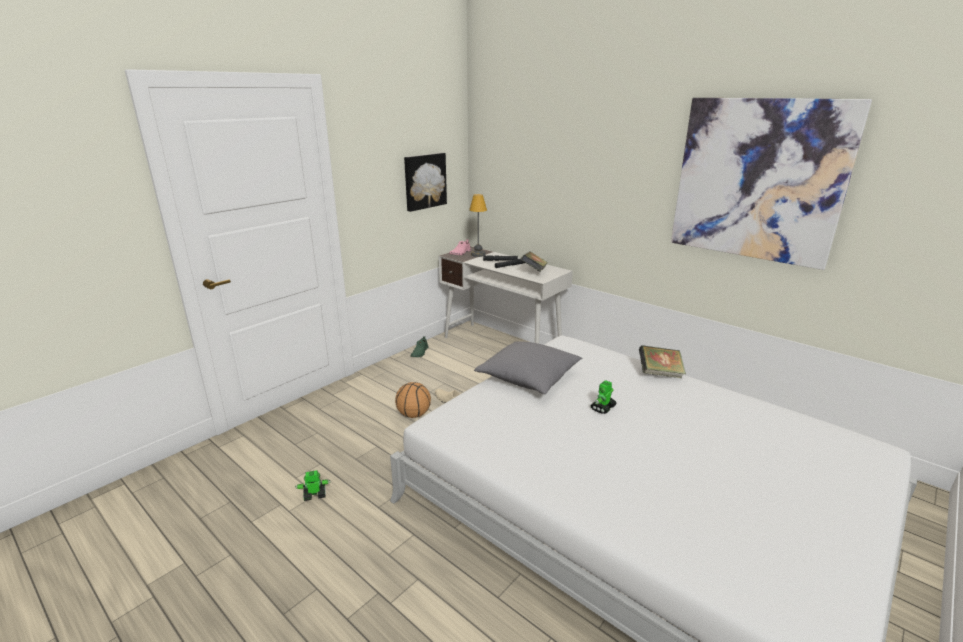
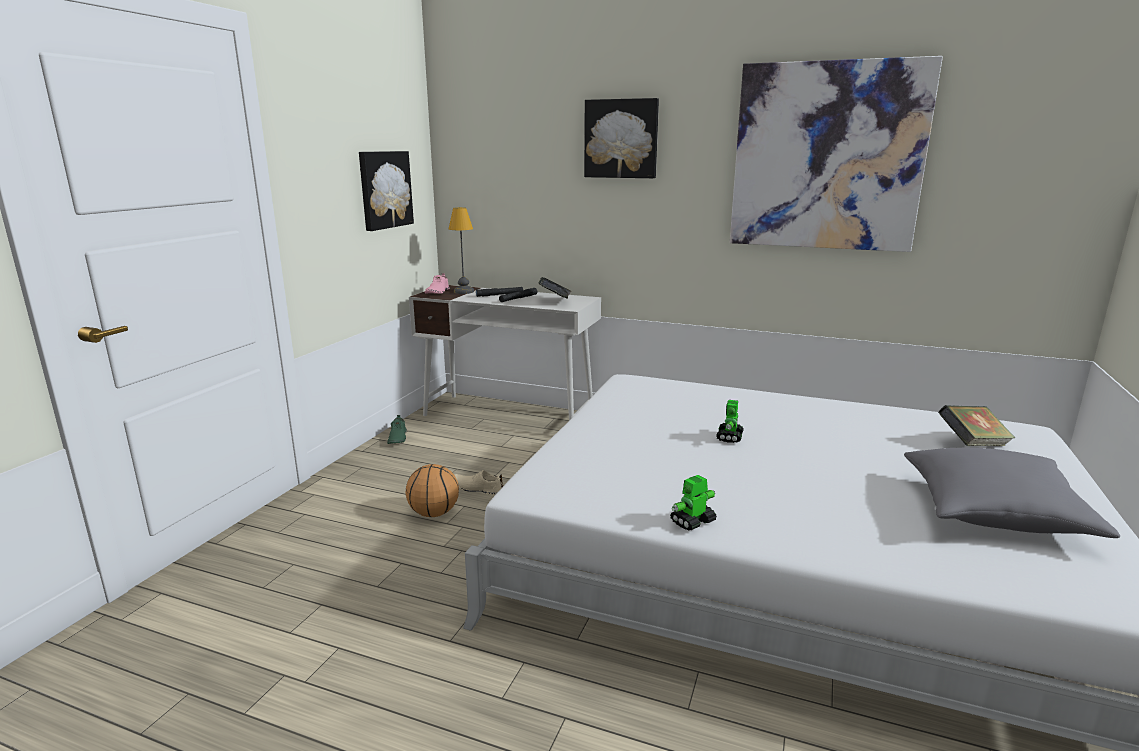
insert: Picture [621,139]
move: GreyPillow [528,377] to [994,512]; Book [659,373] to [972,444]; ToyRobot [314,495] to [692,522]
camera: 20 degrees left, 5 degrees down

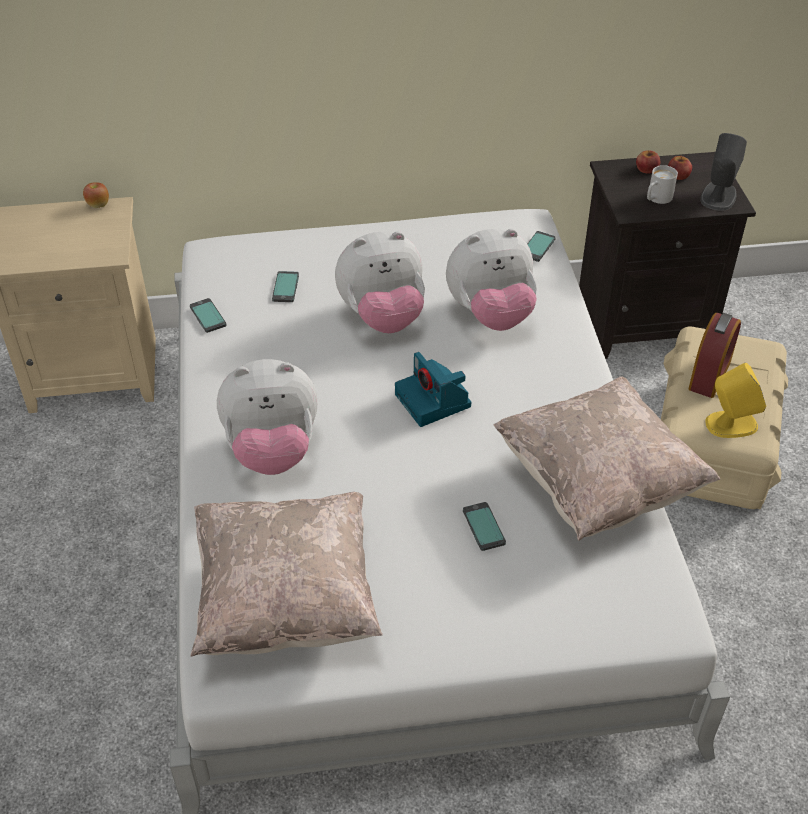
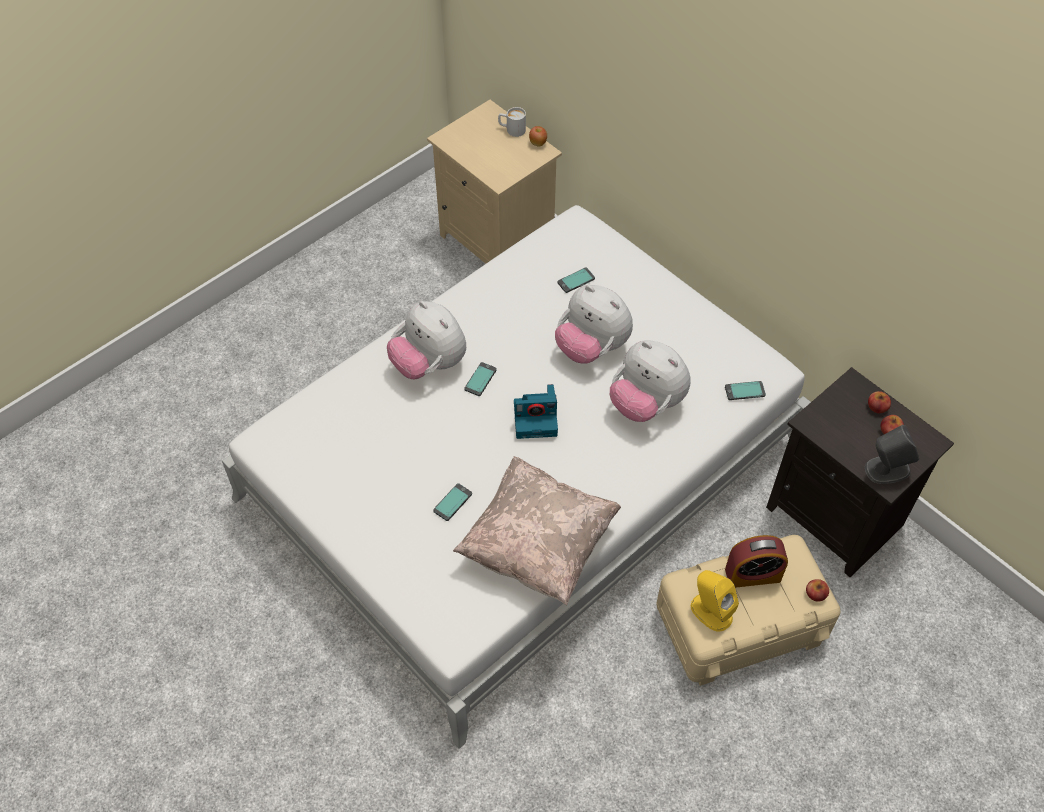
delete: BeigePillow [286,600]
insert: Apple [815,593]
move: WhiteMug [656,199] to [511,129]; Phone [207,316] to [480,379]
rotate: PhotoCamera [434,401] = [536,418] 120 degrees counterclockwise
camera: 55 degrees right, 10 degrees up

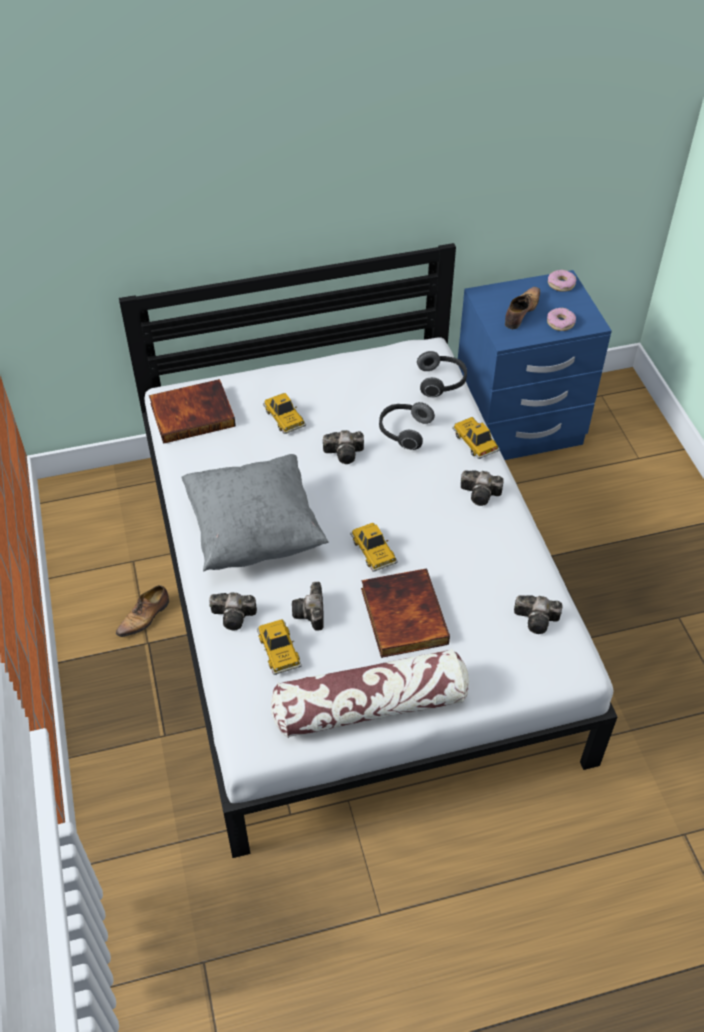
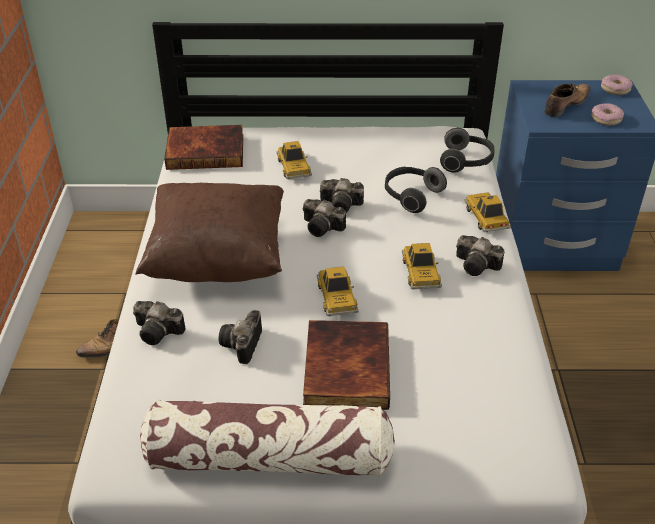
move: PhotoCamera [538,620] to [323,228]; ToyCar [279,650] to [421,273]
recolor: GreyPillow [255,532] to BrownPillow [218,259]
camera: 15 degrees right, 10 degrees down

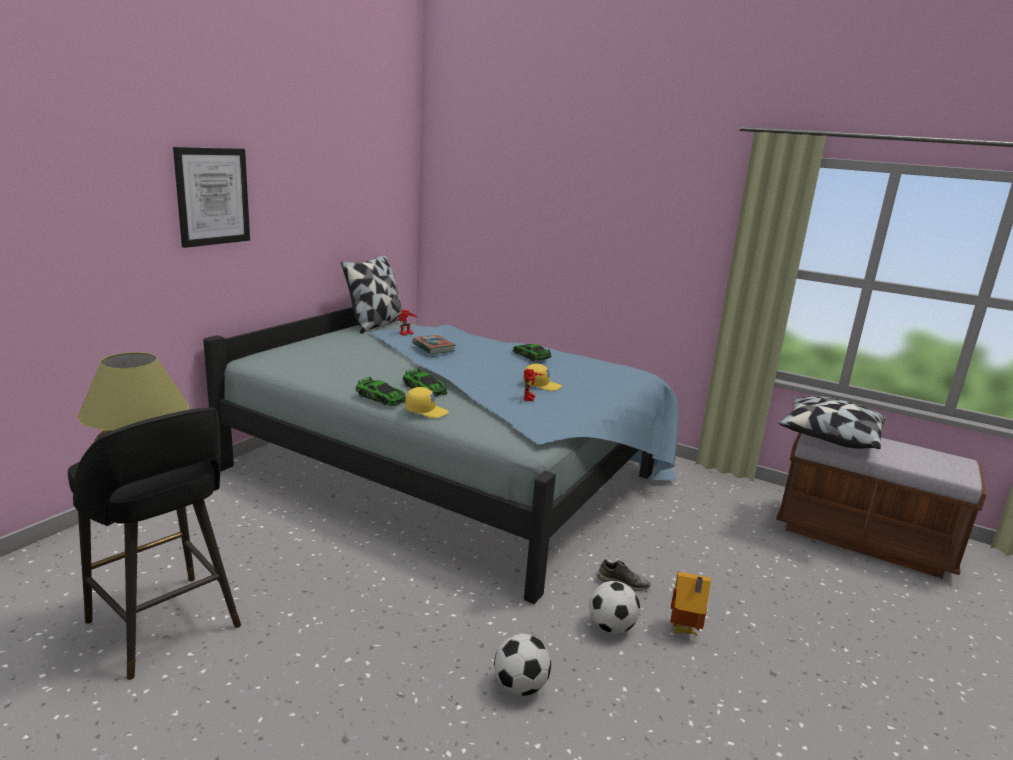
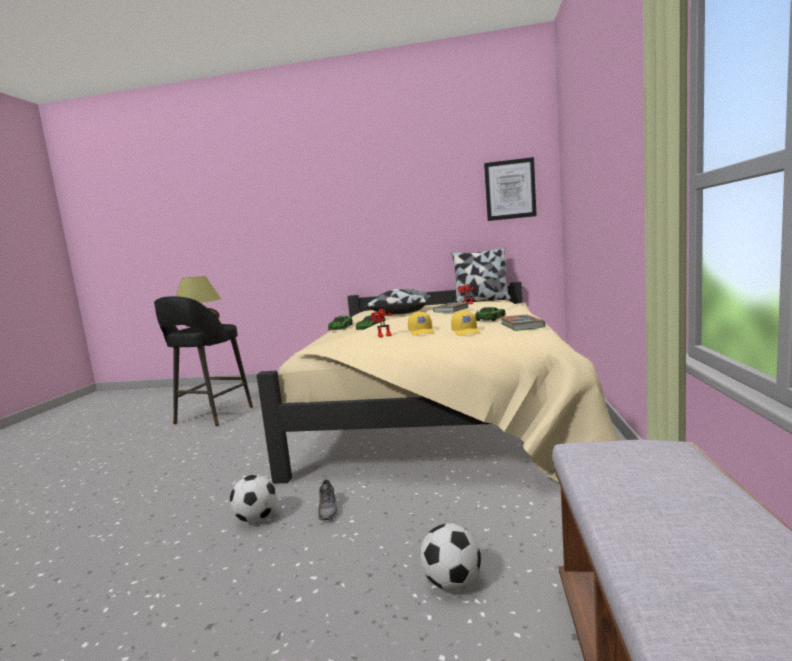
delete: ToyHouse [684,631]
insert: Book [522,326]
move: Picture [212,196] to [510,189]; YellowCap [426,411] to [466,332]; Pillow [829,437] to [400,312]; Football [520,686] to [452,583]
recolor: BlueBed [457,469] to BeigeBed [441,413]
camera: 70 degrees right, 10 degrees down

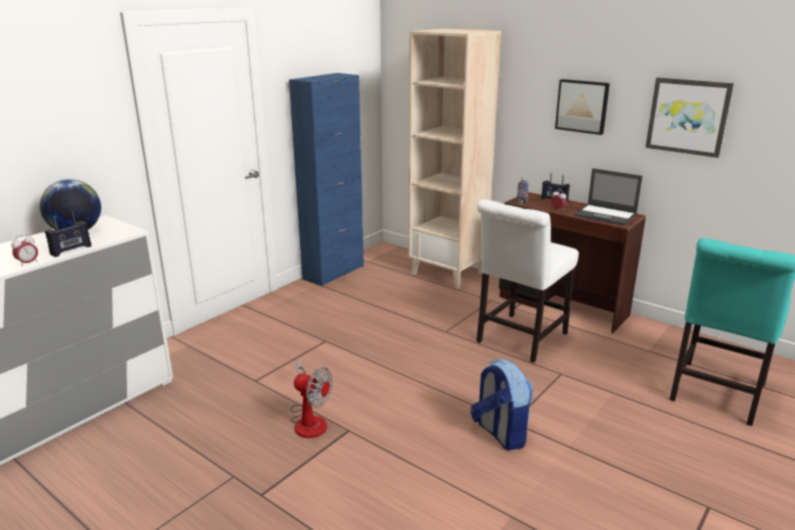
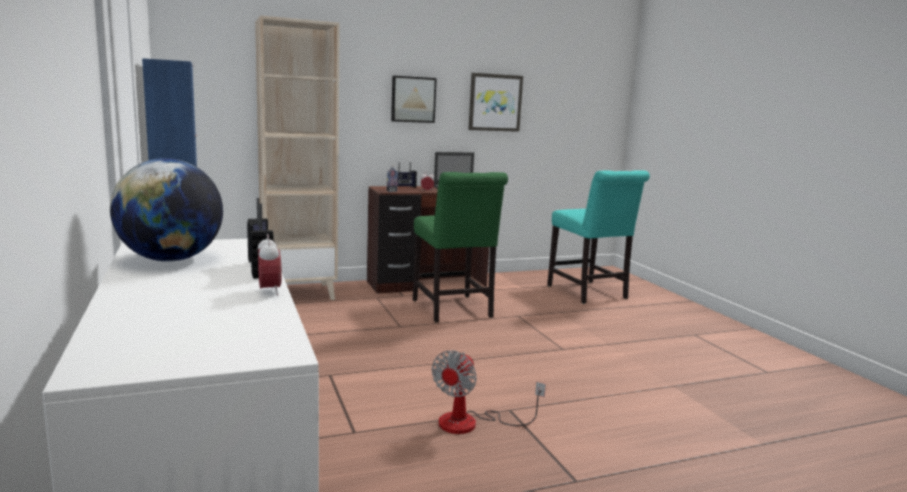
delete: Backpack [500,433]
recolor: WhiteChair [519,339] to GreenChair [453,310]
rotate: Fan [309,420] = [471,423] 150 degrees clockwise
camera: 60 degrees left, 10 degrees down

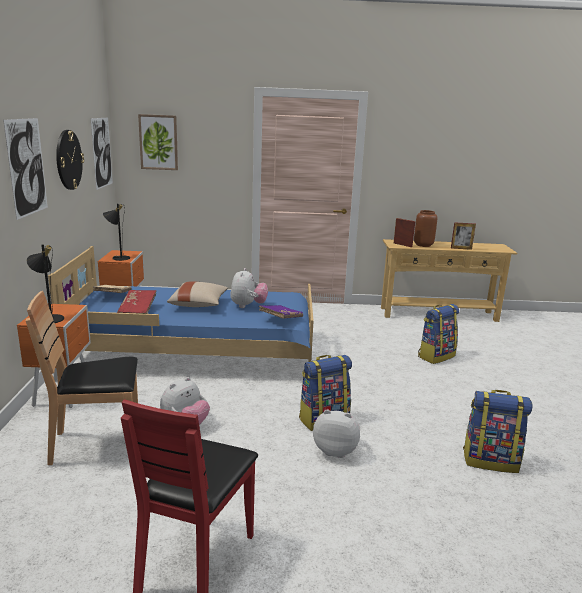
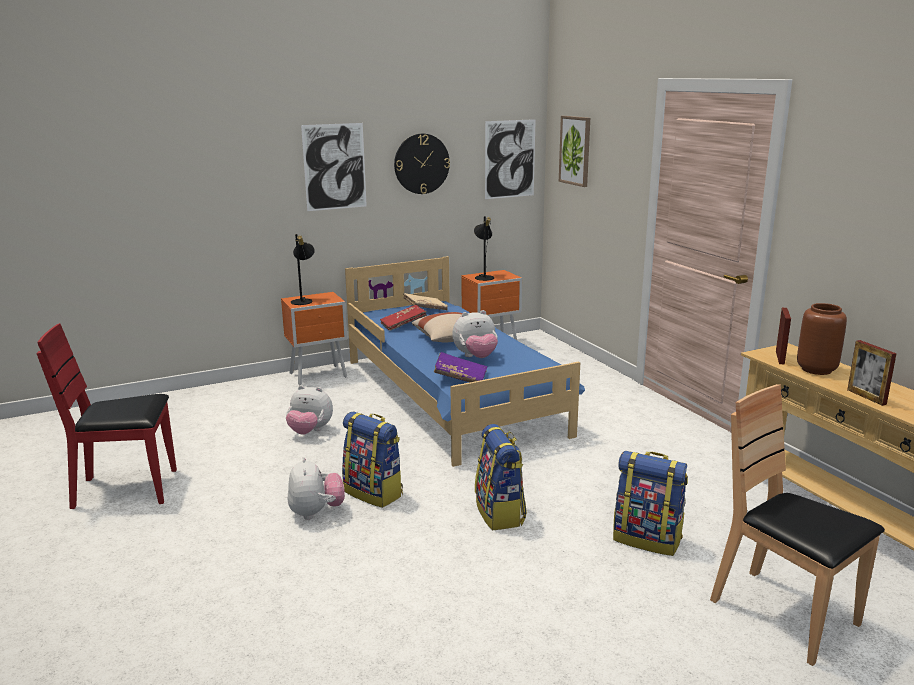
move: BrownChair [97,444] to [784,615]; Backpack [490,460] to [500,513]
camera: 65 degrees right, 0 degrees up

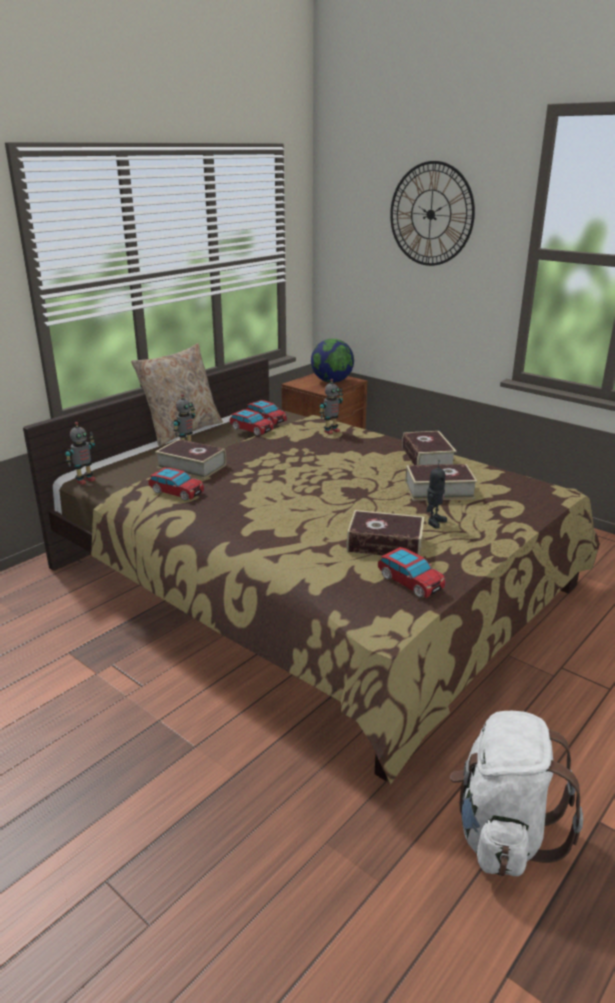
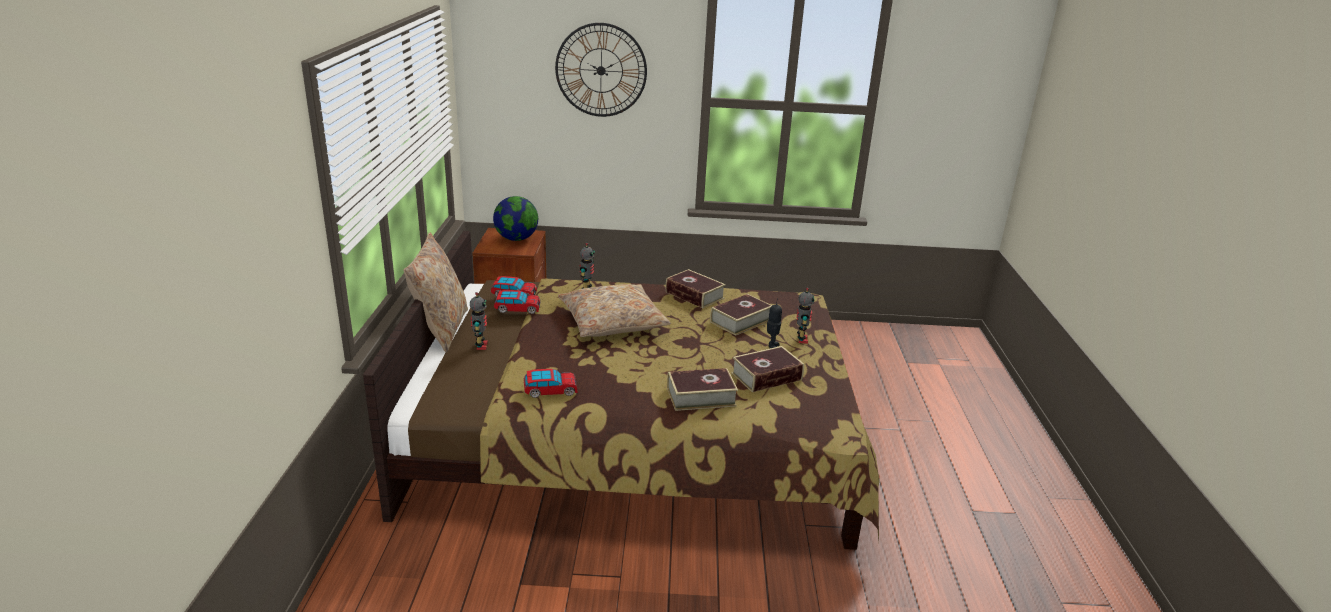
delete: ToyCar [410,582]; WhiteBackpack [502,833]
insert: BeigePillow [612,322]
move: ToyRobot [85,480] to [801,339]; Book [191,466] to [701,396]
camera: 40 degrees left, 0 degrees up

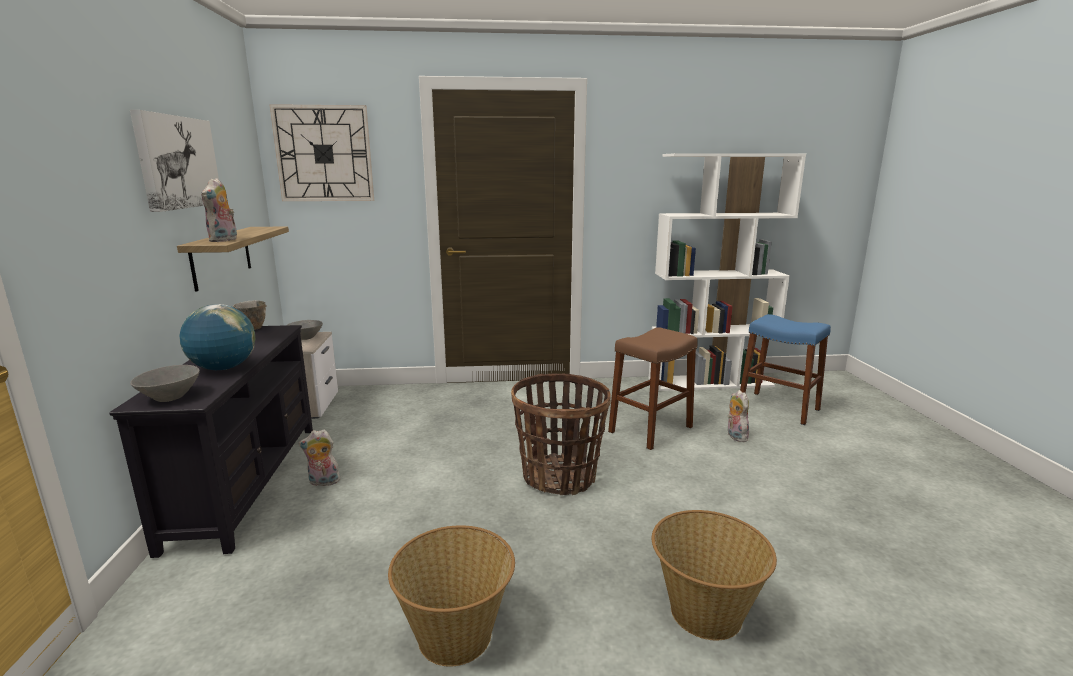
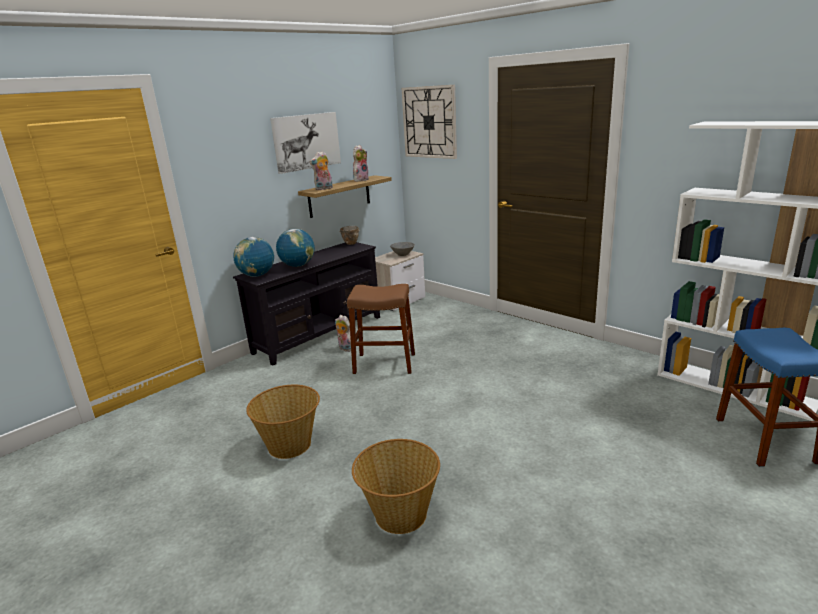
delete: Basket [559,477]
move: BrownStool [650,429] to [384,363]; PlushToy [735,436] to [361,180]
replace: GreyBowl [169,397] to Globe [257,275]
camera: 50 degrees right, 5 degrees up

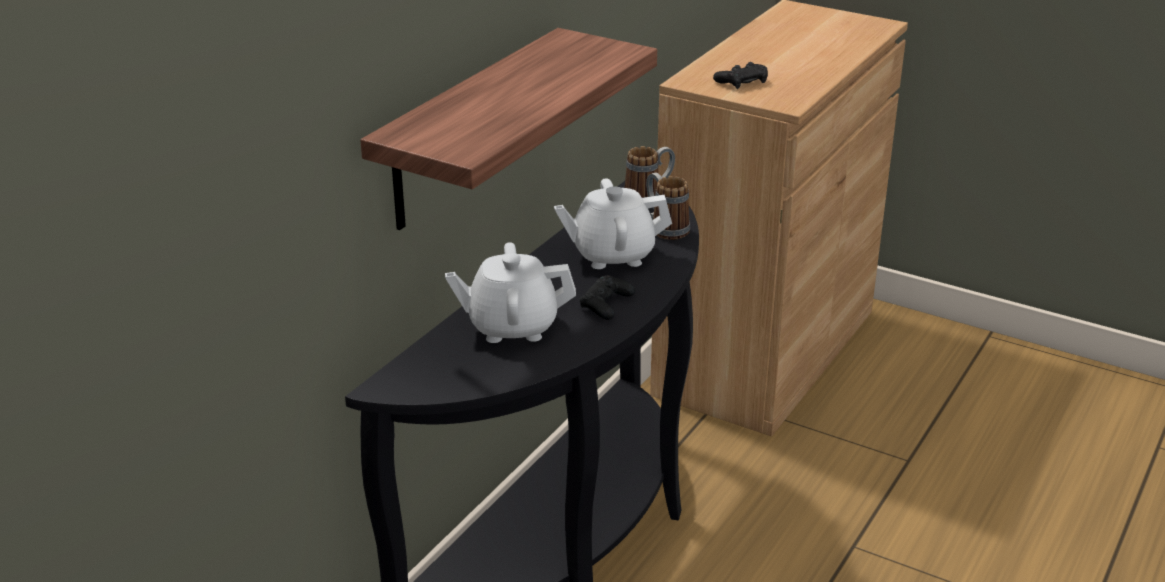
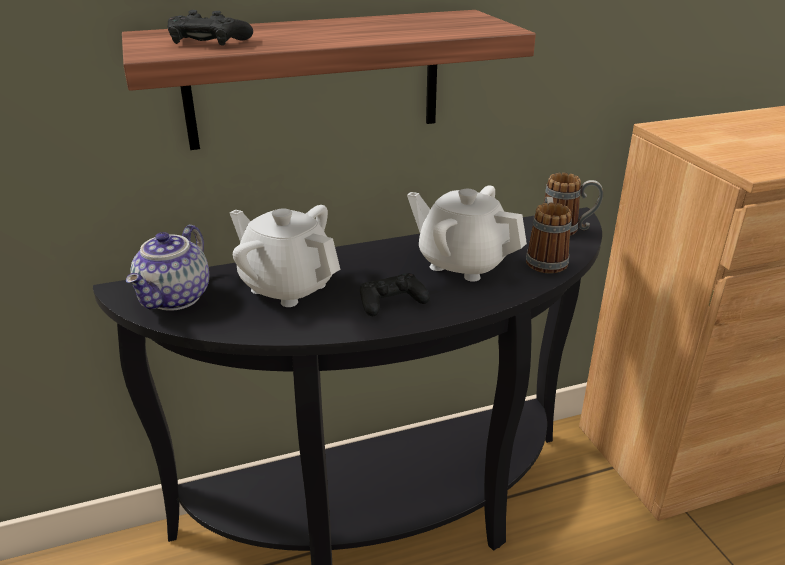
insert: Teapot [176,298]
move: BlackGameController [742,82] to [209,41]
camera: 40 degrees right, 0 degrees up

